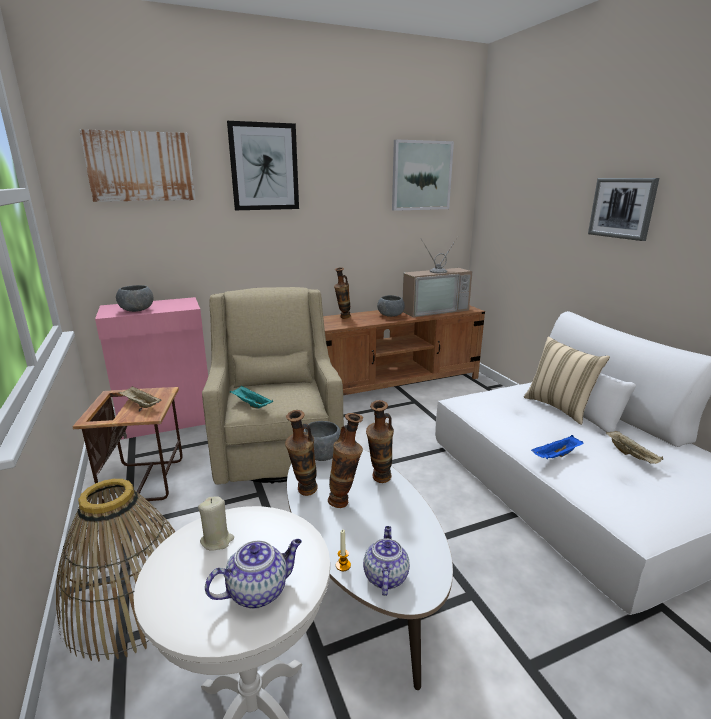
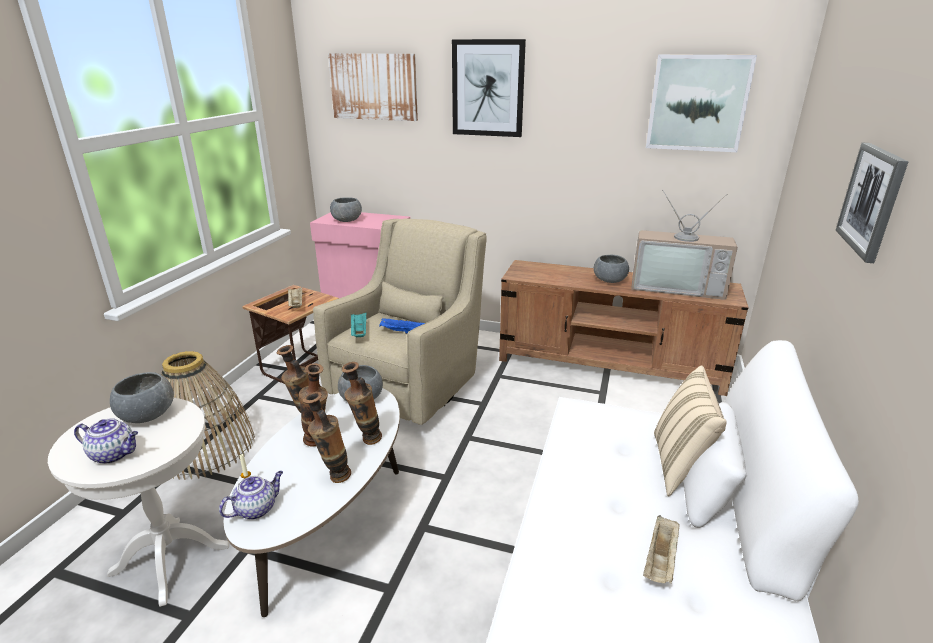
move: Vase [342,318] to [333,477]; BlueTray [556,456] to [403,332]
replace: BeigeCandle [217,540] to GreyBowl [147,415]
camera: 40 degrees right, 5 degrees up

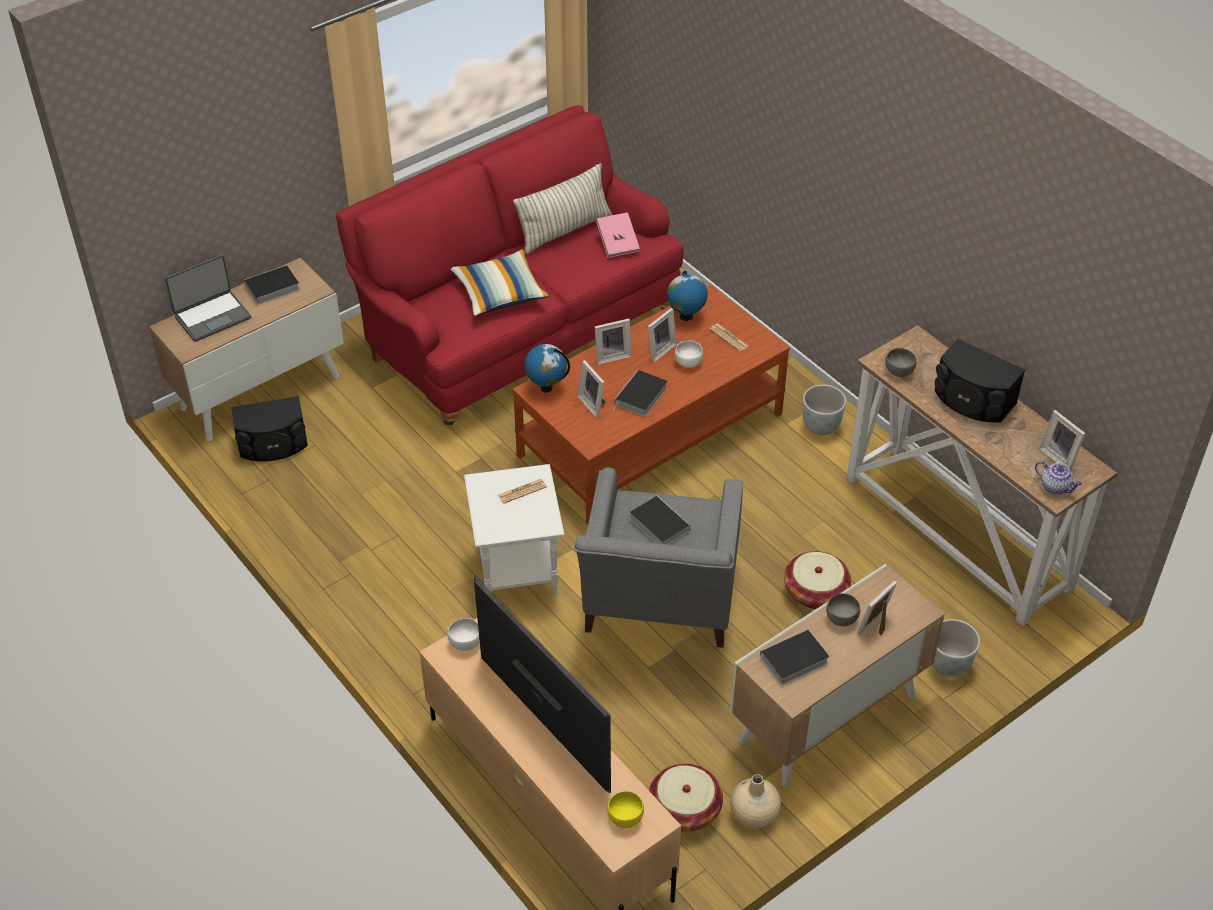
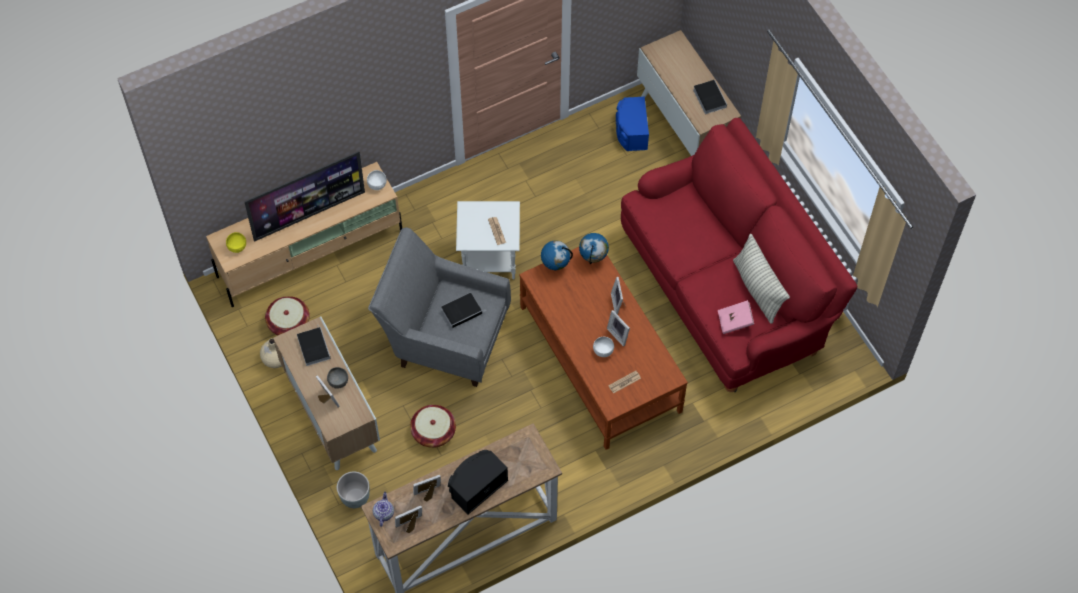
delete: Pillow [500,293]; Laptop [212,316]; GreyBowl [899,371]; Book [640,397]; GreyPlanter [821,426]
move: Globe [686,316] to [555,266]; PictureFrame [594,404] to [428,494]
recolor: BlackSpeaker [273,444] to BlueSpeaker [631,131]
rotate: Teapot [1055,487] = [383,513] 135 degrees clockwise
camera: 100 degrees right, 15 degrees up

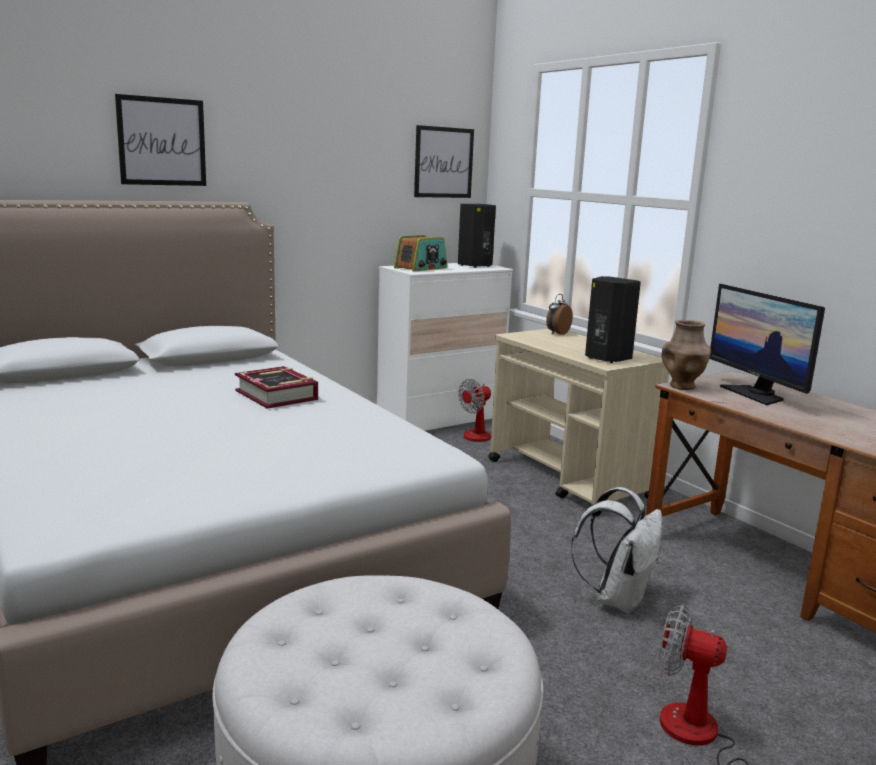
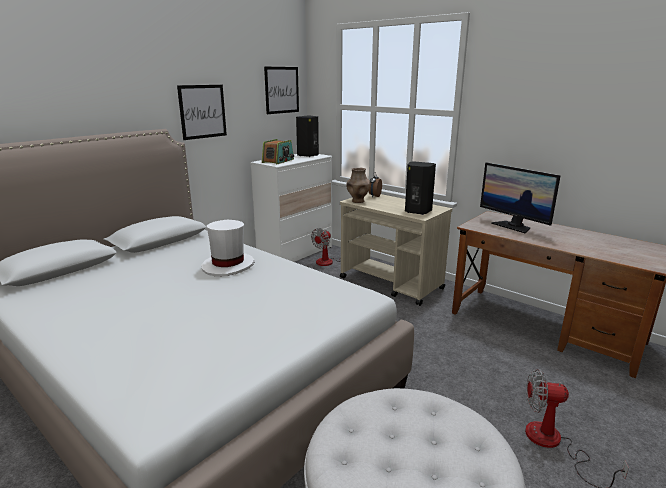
delete: WhiteBackpack [617,599]
move: Picture [162,141] to [202,111]; BrownVase [682,386] to [358,201]
replace: Book [277,395] to WhiteHat [228,266]
camera: 15 degrees left, 5 degrees up

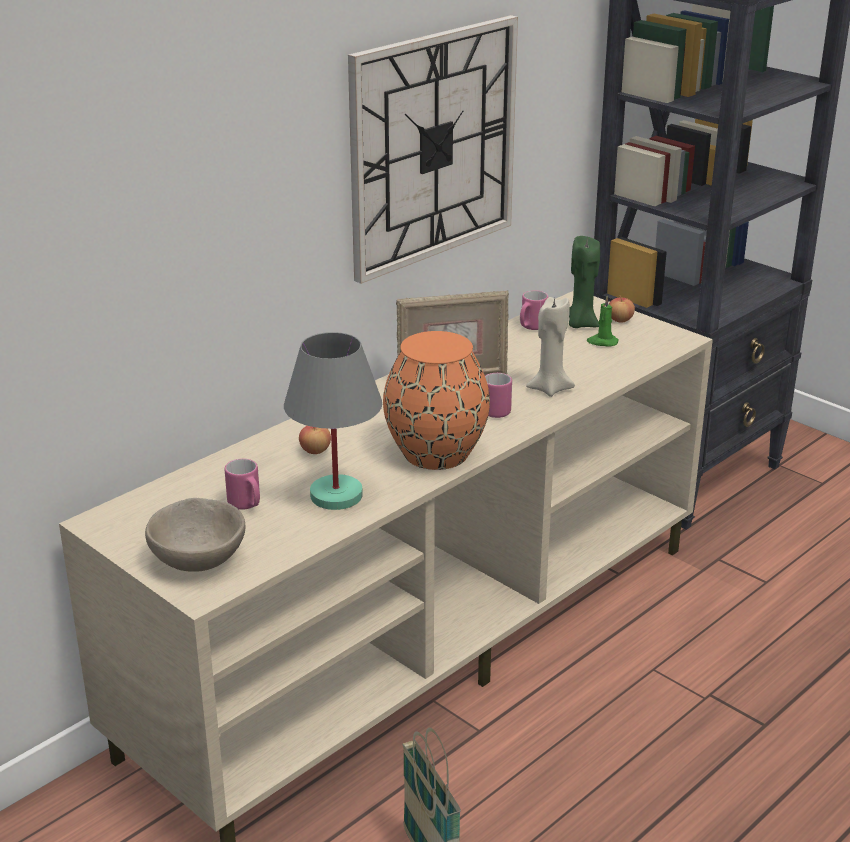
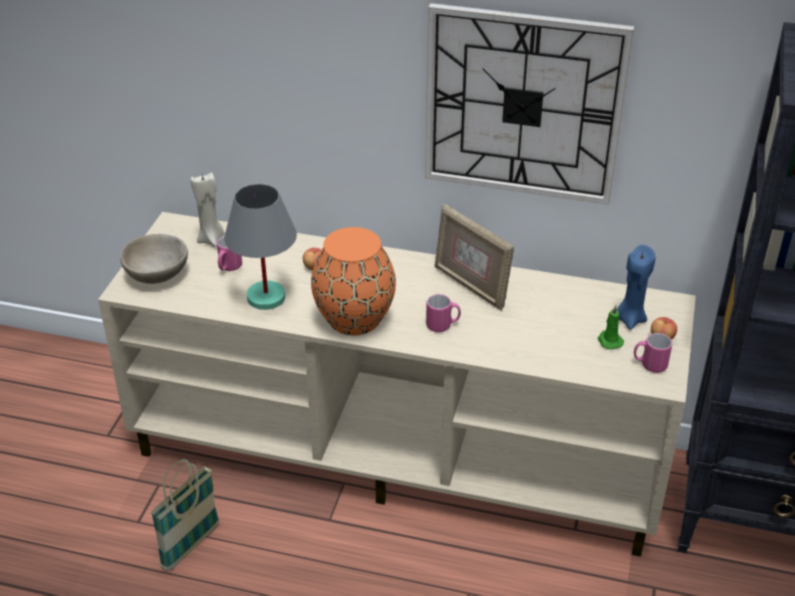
move: PinkMug [531,327] to [649,365]; BeigeCandle [549,389] to [211,239]
recolor: GreenCandle [580,324] to BlueCandle [630,319]
camera: 60 degrees right, 10 degrees up

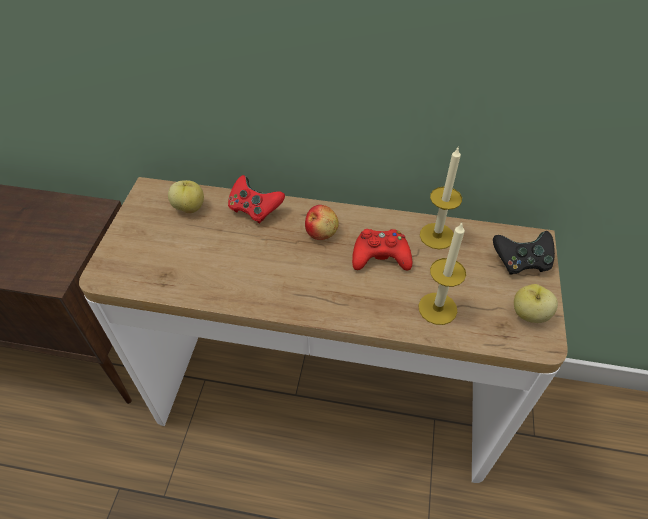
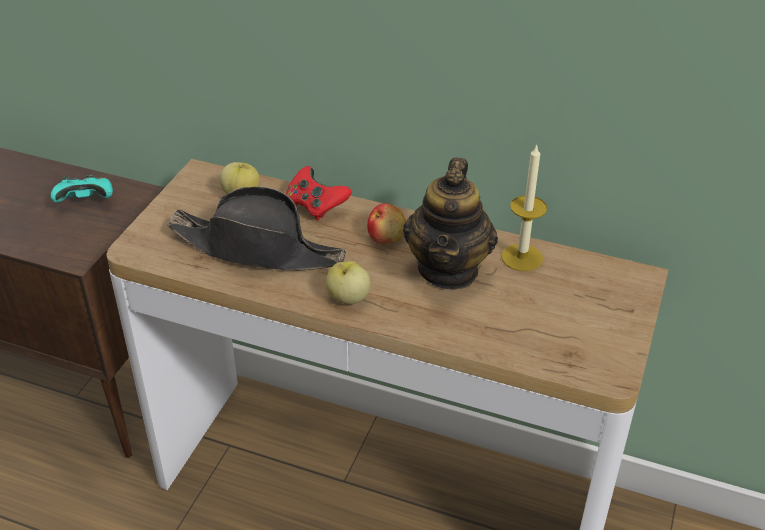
delete: Candle [437,308]; BlackGameController [521,262]
insert: TurquoiseGameController [86,201]; BlackHat [258,249]
move: Apple [529,314] to [348,298]
replace: RedGameController [380,256] to Teapot [449,269]
camera: 10 degrees right, 10 degrees down

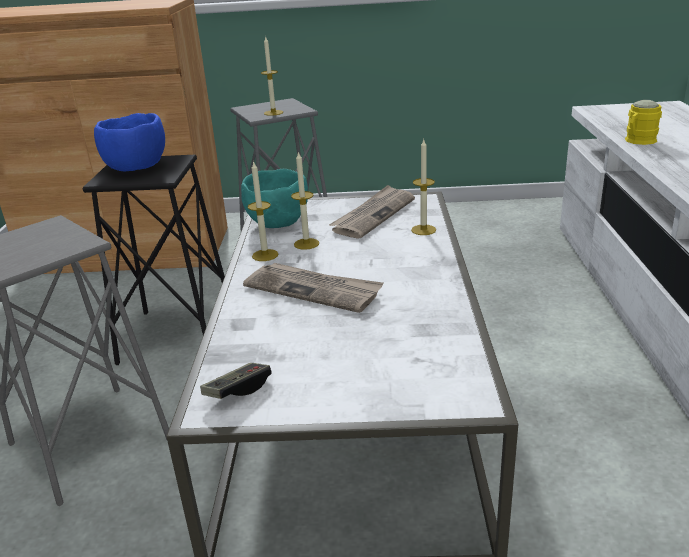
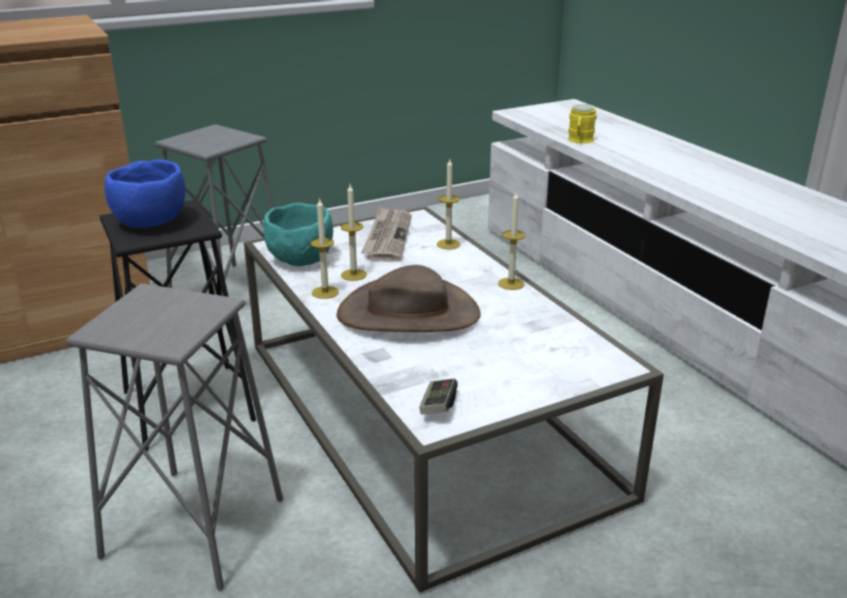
move: Candle [273,113] to [511,284]
replace: Newspaper [314,290] to BrownHat [408,313]
camera: 30 degrees left, 0 degrees up

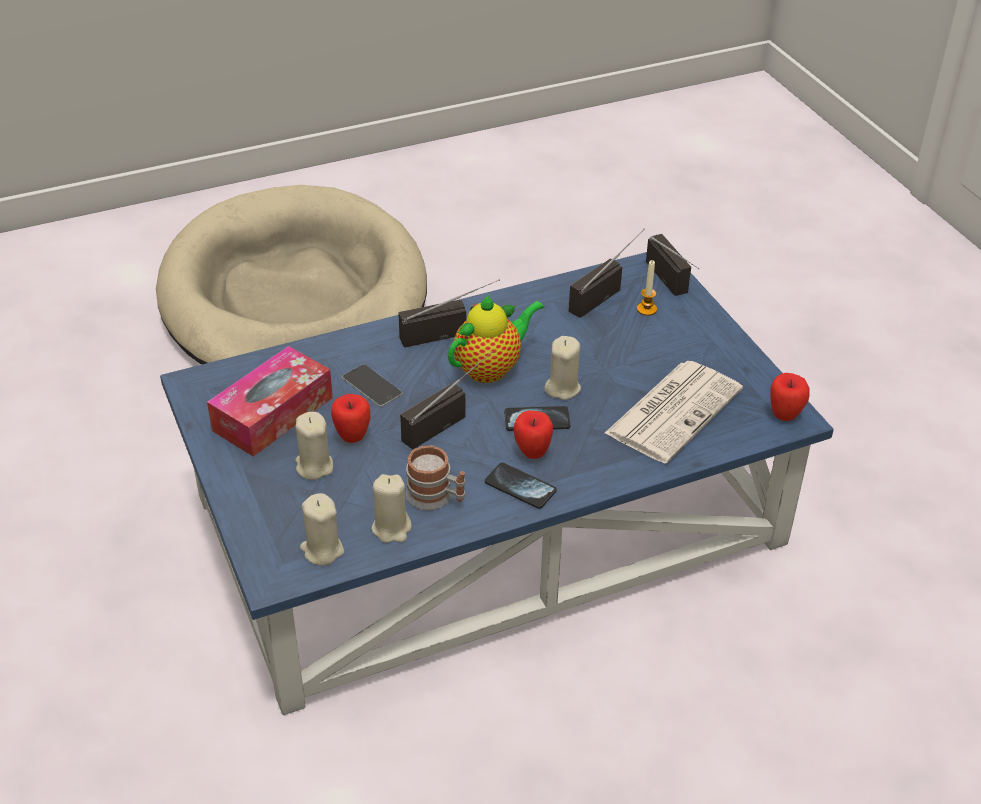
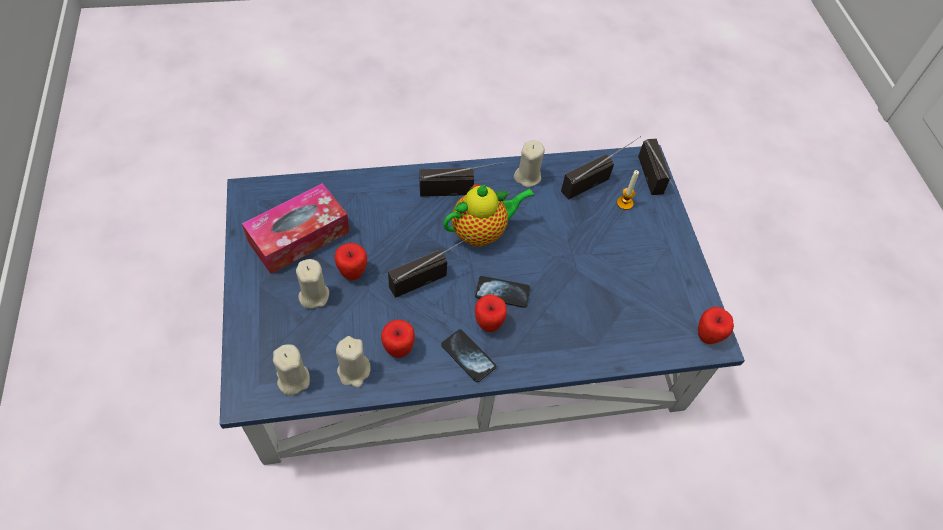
delete: BeigeDogBed [294,297]; Newspaper [674,410]; Phone [372,385]
move: BeigeCandle [562,388] to [527,176]
replace: Mug [436,497] to Apple [398,349]
camera: 10 degrees right, 15 degrees up

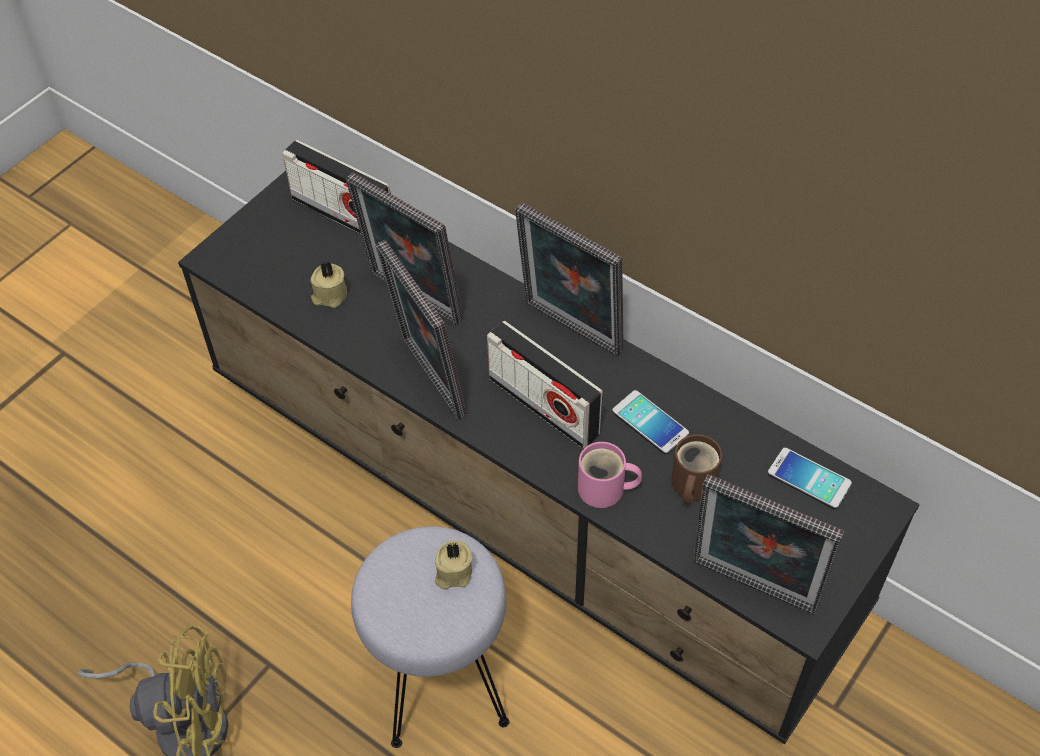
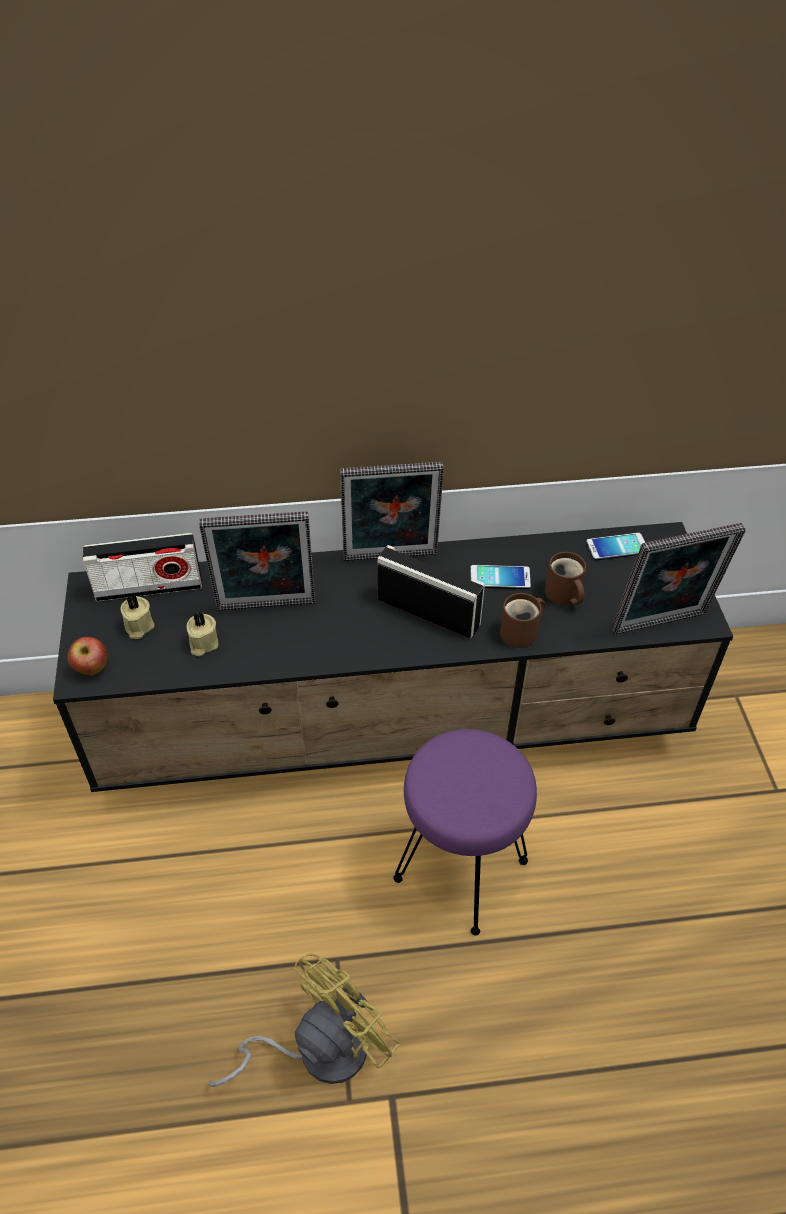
delete: PictureFrame [427,380]
insert: Apple [92,669]
move: BeigeCandle [453,573] to [138,626]
recolor: PinkMug [605,490] to BrownMug [522,633]; GreyStool [440,683] to PurpleStool [459,872]
rotate: Radio [543,406] = [428,612] 150 degrees counterclockwise
camera: 45 degrees left, 5 degrees down

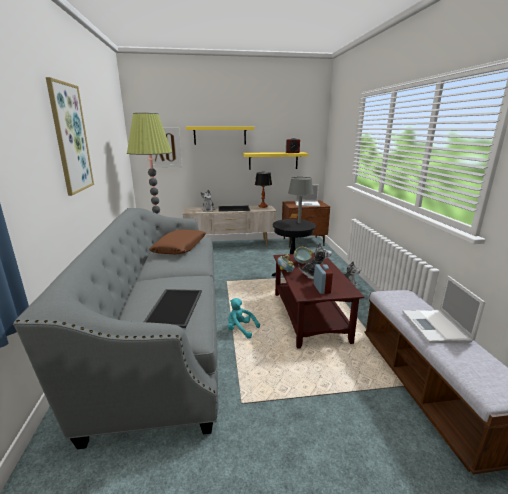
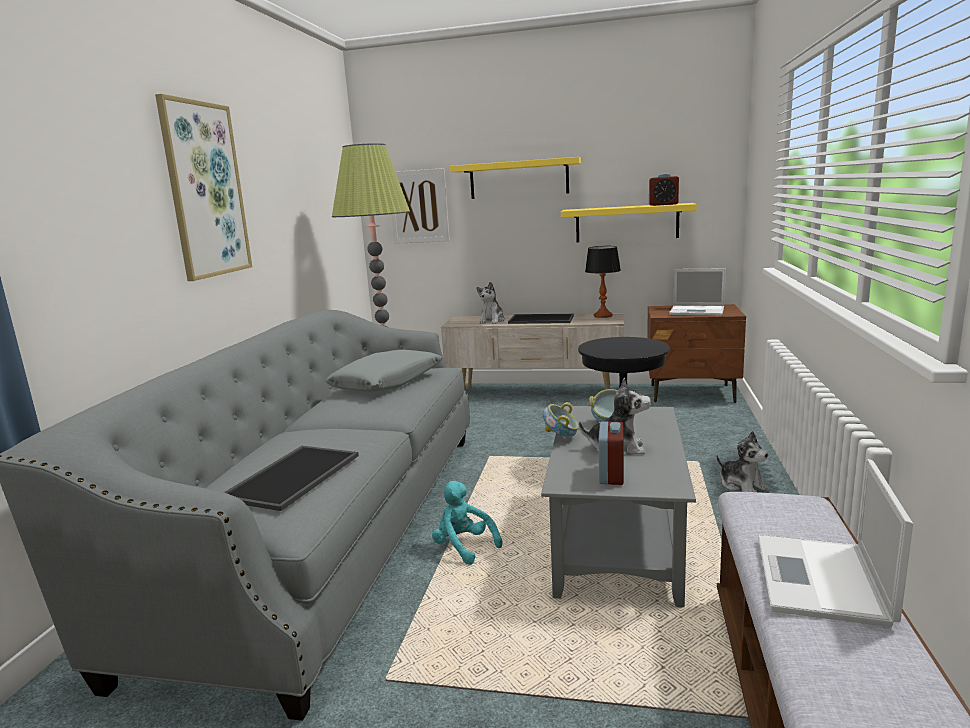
delete: GreyTableLamp [299,222]
recolor: BrownPillow [180,248] to GreyPillow [387,382]; BrownCoffeeTable [308,316] to GreyCoffeeTable [616,538]
camera: 20 degrees right, 5 degrees down

